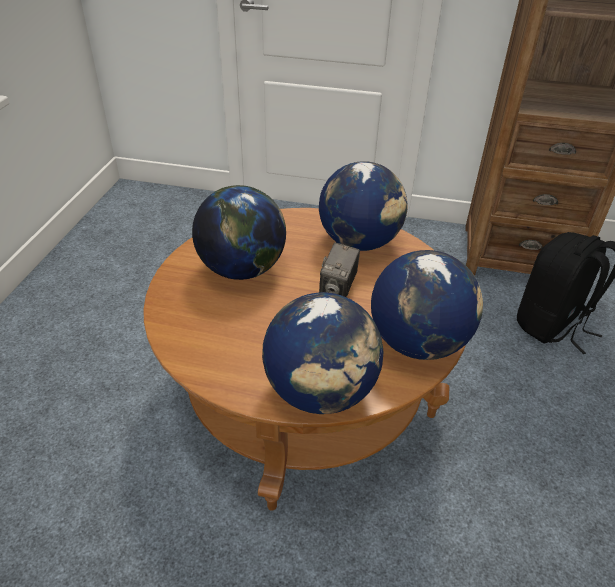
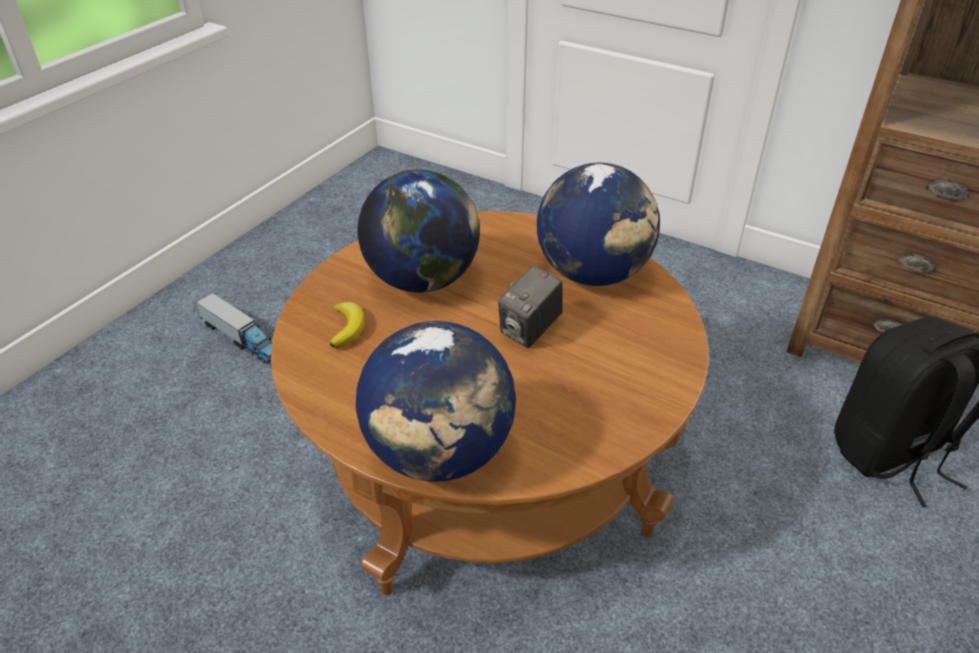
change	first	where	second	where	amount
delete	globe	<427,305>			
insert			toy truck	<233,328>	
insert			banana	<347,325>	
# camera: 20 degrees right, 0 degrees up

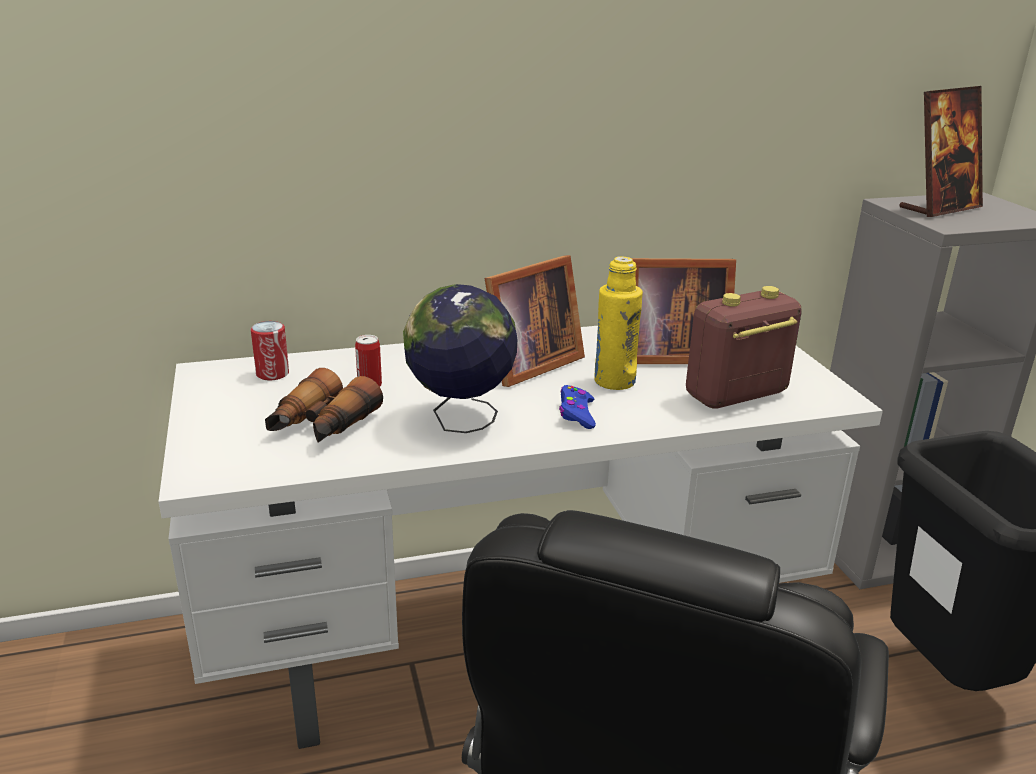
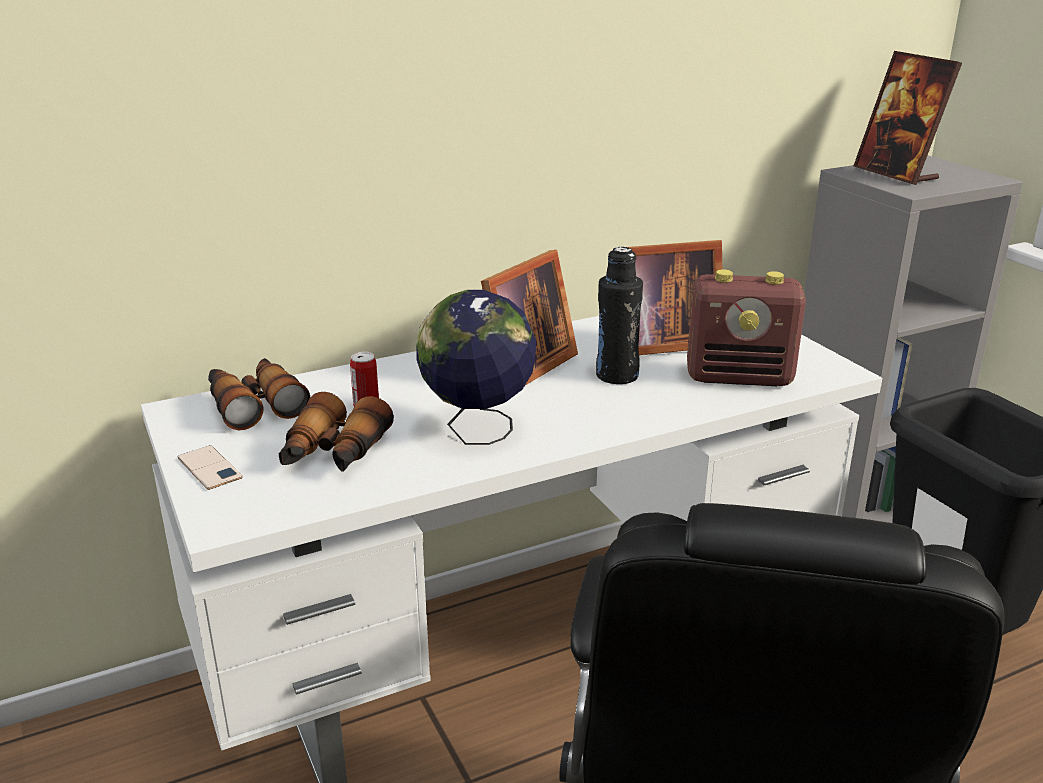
change	first	where	second	where	amount
delete	game controller (blue)	<577,407>			
insert			phone	<210,467>	
replace	can	<270,350>	binoculars	<259,394>	
recolor	bottle (yellow)	<618,323>	bottle (black)	<619,315>	
rotate	radio	<744,347>		<746,327>	135 degrees counterclockwise
rotate	picture frame	<941,151>		<907,118>	105 degrees clockwise
# camera: 10 degrees left, 0 degrees up

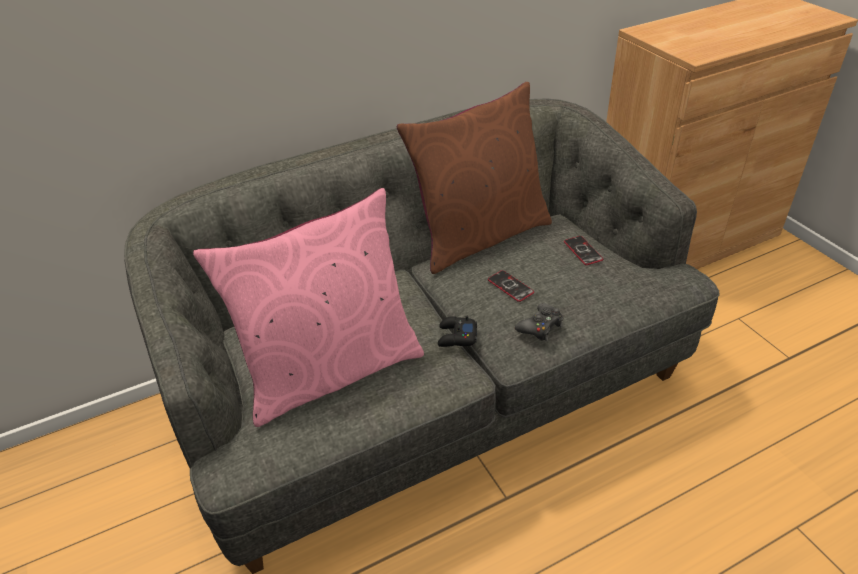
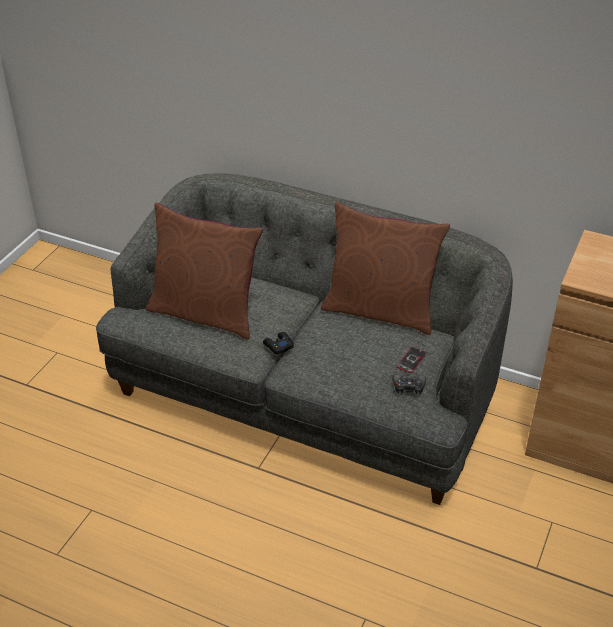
change	first	where	second	where	amount
delete	phone	<511,286>			
move	game controller (black)	<539,322>		<409,385>	
recolor	pillow (pink)	<308,307>	pillow (brown)	<204,271>	
# camera: 50 degrees right, 0 degrees up

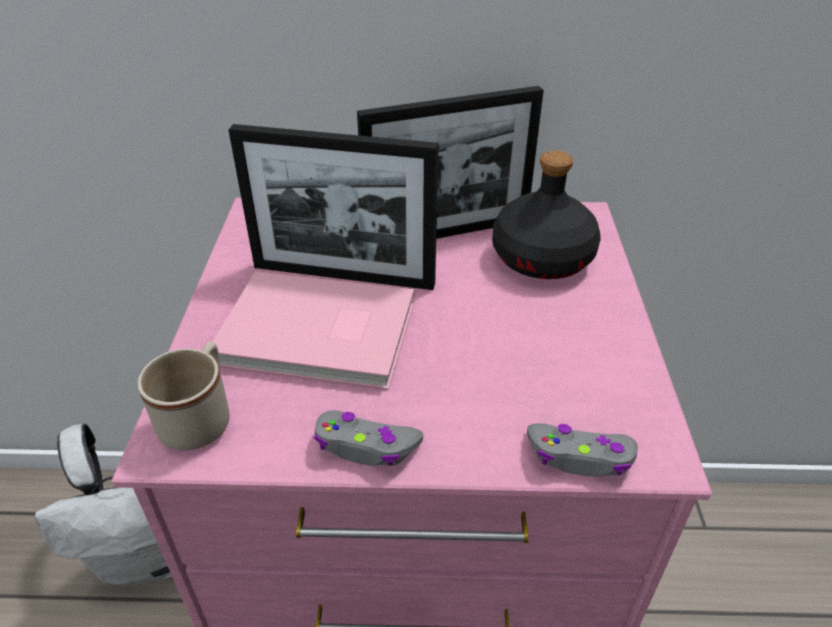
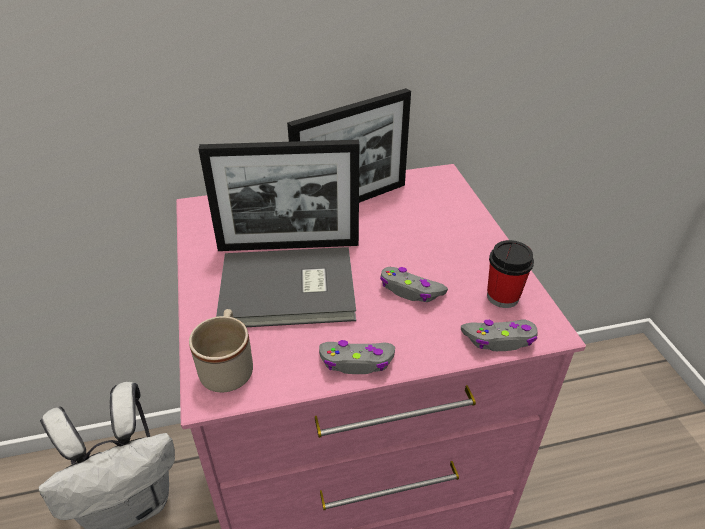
change	first	where	second	where	amount
delete	bottle (black)	<546,215>			
insert			game controller (grey)	<414,284>	
insert			cup	<510,274>	
recolor	book (pink)	<313,330>	book (grey)	<286,287>	
# camera: 15 degrees left, 0 degrees up

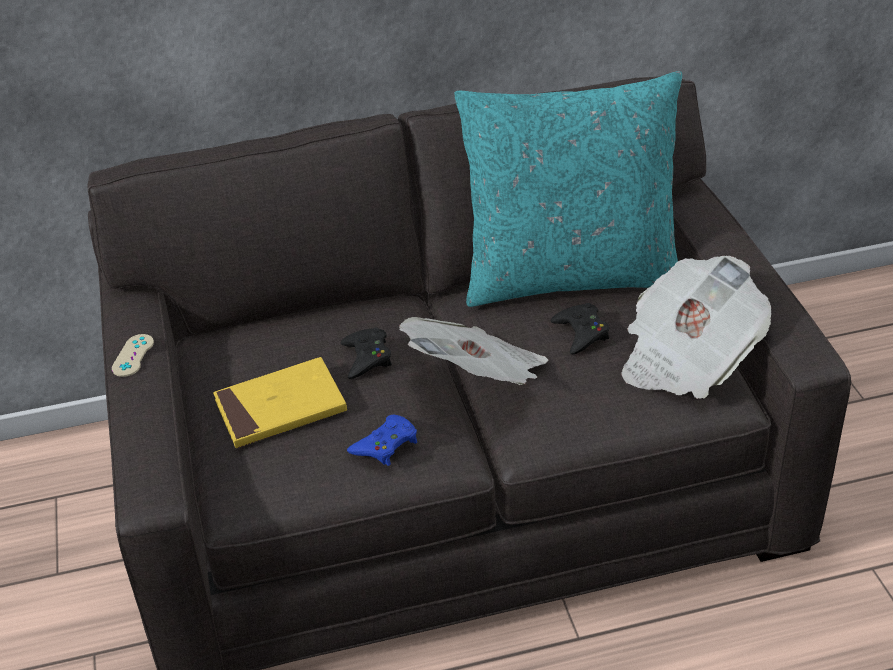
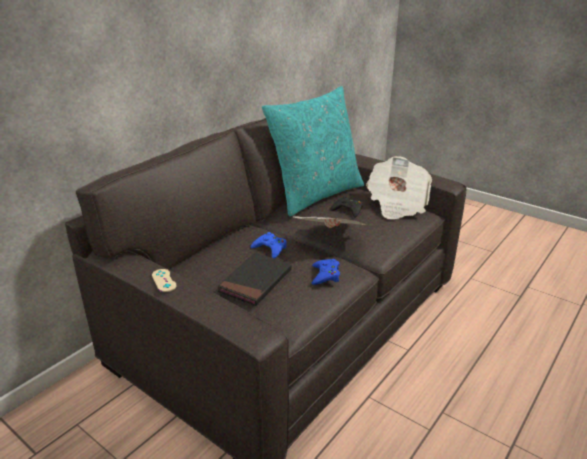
change	first	where	second	where	amount
recolor	book (yellow)	<280,402>	book (black)	<255,279>	
recolor	game controller (black)	<366,353>	game controller (blue)	<269,245>	
# camera: 40 degrees left, 10 degrees down

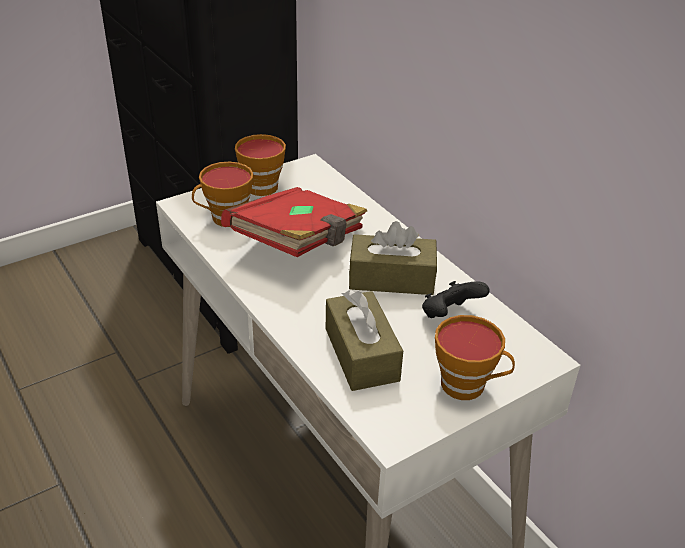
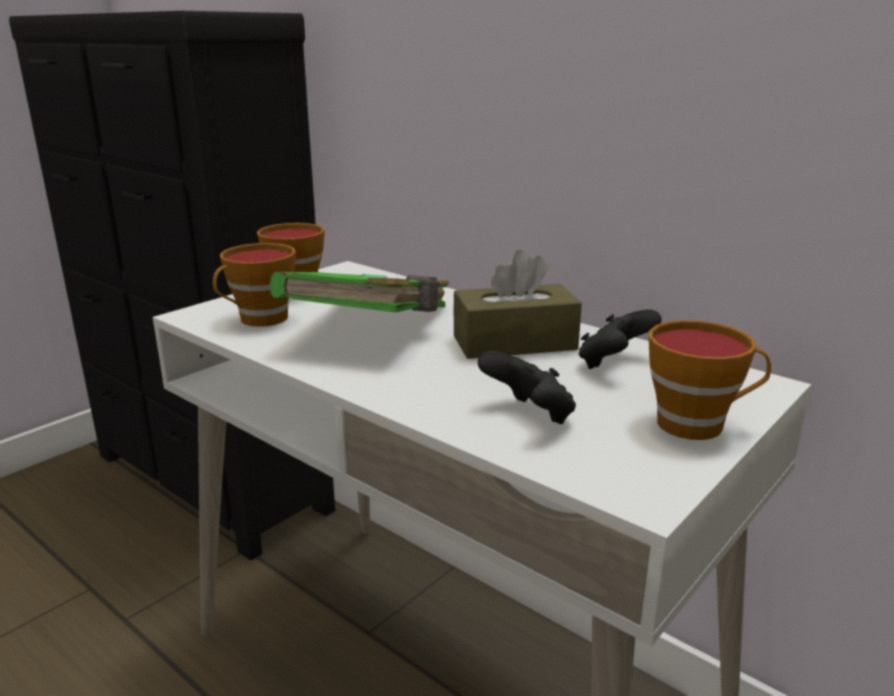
change	first	where	second	where	amount
replace	tissue box (brown)	<364,340>	game controller (black)	<527,387>	
recolor	book (red)	<294,222>	book (green)	<359,292>	
# camera: 15 degrees left, 15 degrees down

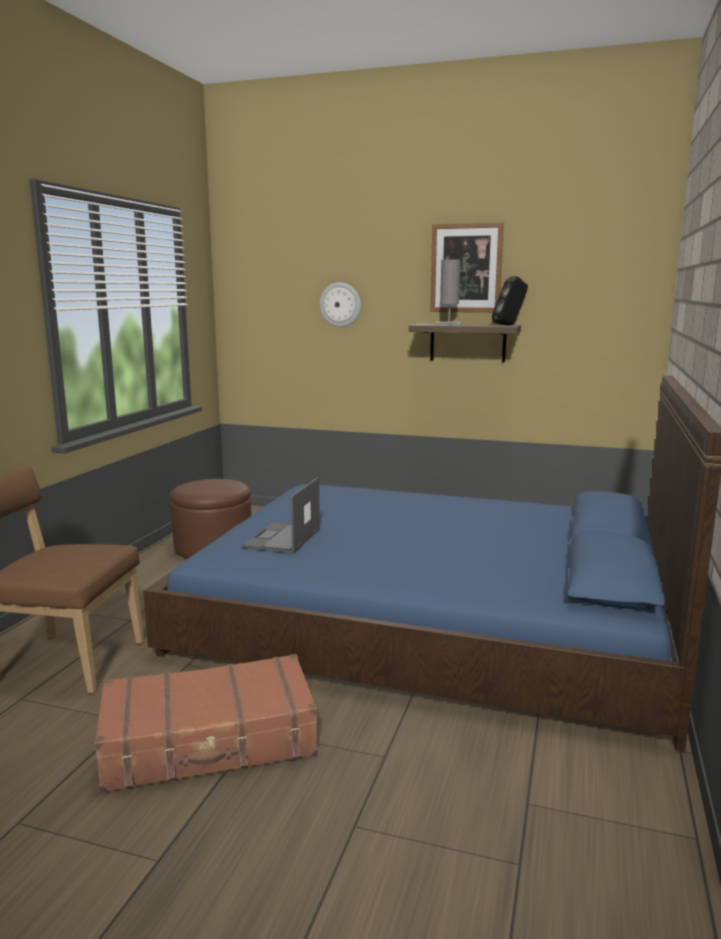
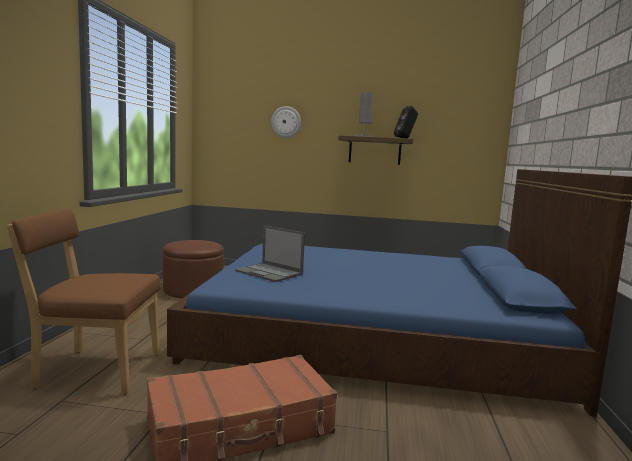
change	first	where	second	where	amount
delete	picture	<466,267>			
rotate	laptop	<281,515>		<270,253>	60 degrees counterclockwise
# camera: 10 degrees left, 5 degrees down

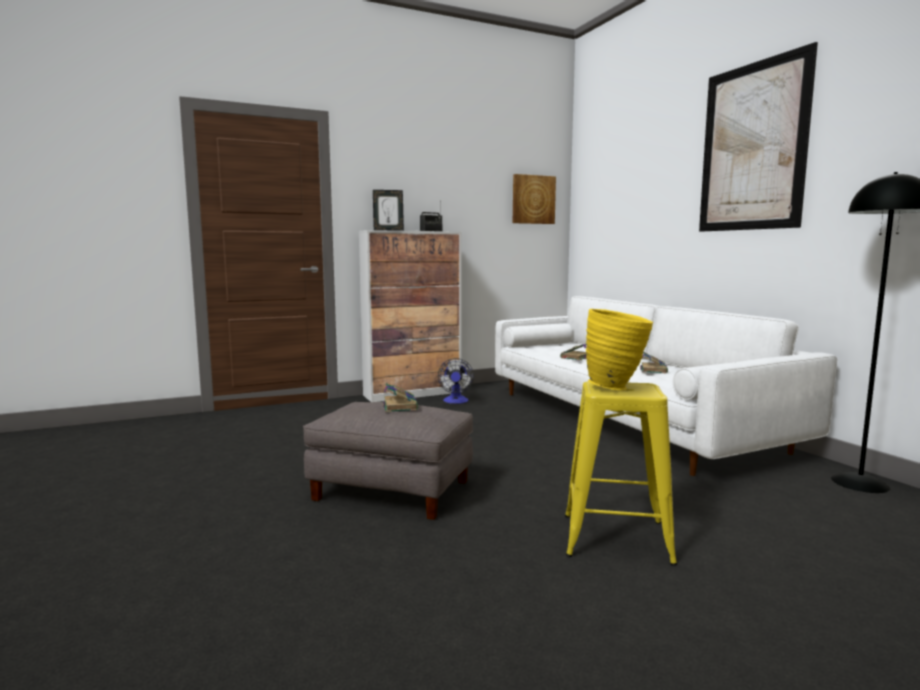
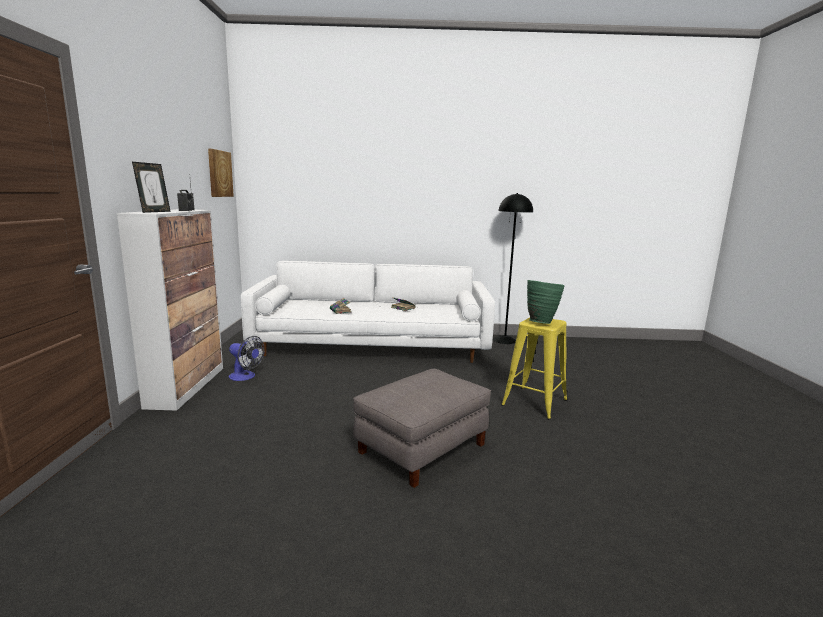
change	first	where	second	where	amount
delete	book	<400,397>			
delete	picture	<758,137>			
recolor	vase (yellow)	<619,350>	vase (green)	<546,302>	
# camera: 65 degrees left, 5 degrees up

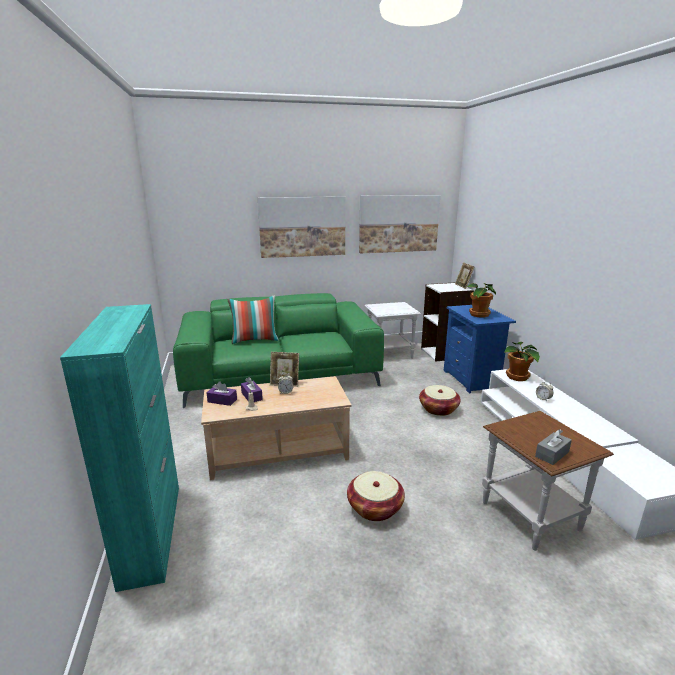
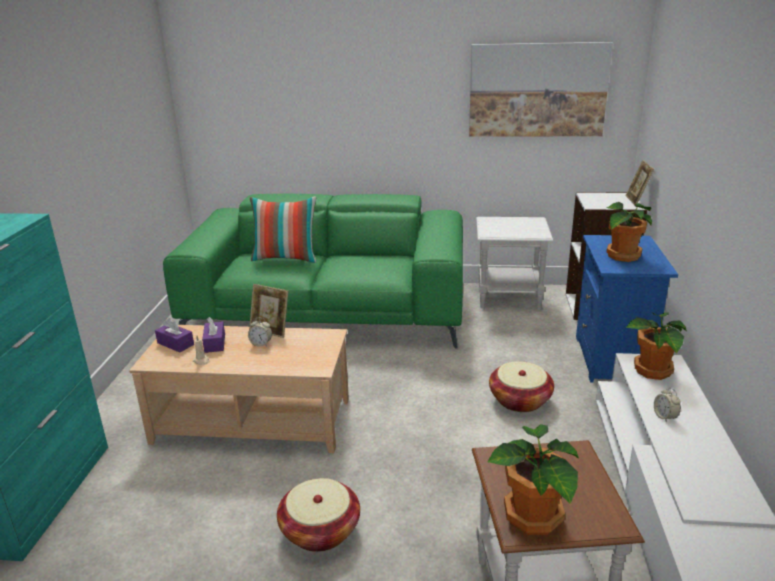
change	first	where	second	where	amount
delete	picture	<302,227>			
replace	tissue box (grey)	<553,447>	potted plant	<533,479>	
# camera: 20 degrees right, 5 degrees up

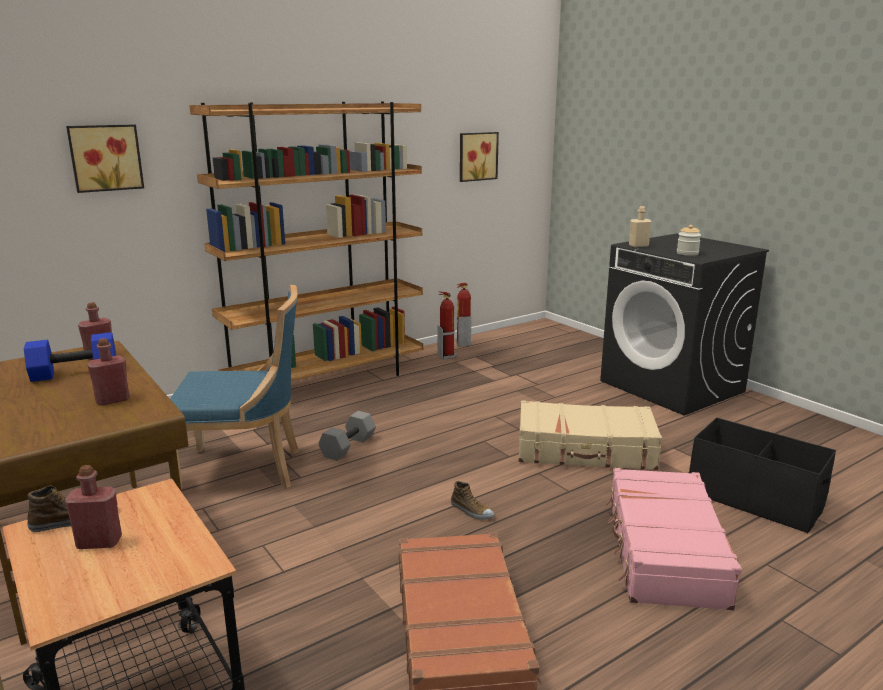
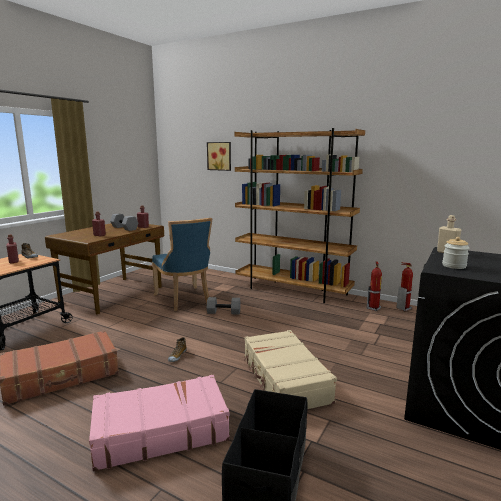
change	first	where	second	where	amount
delete	picture	<479,157>			
recolor	dumbbell (blue)	<70,357>	dumbbell (grey)	<124,222>	
# camera: 65 degrees right, 5 degrees down

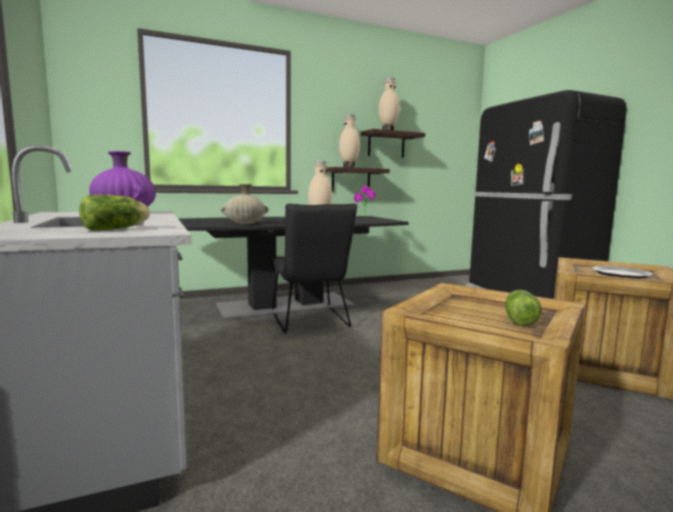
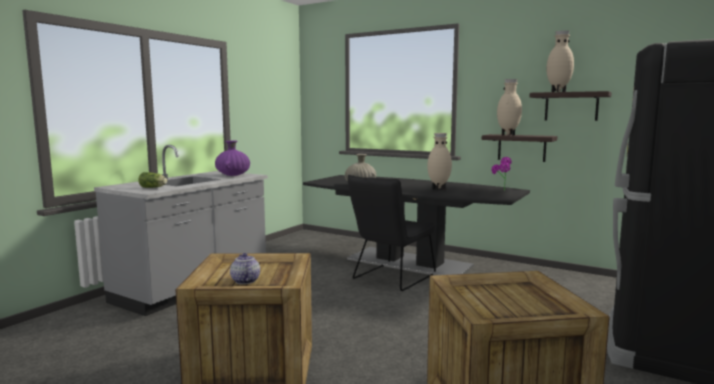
change	first	where	second	where	amount
delete	plate	<622,272>			
replace	lettuce	<523,308>	teapot	<245,268>	
# camera: 55 degrees right, 0 degrees up

